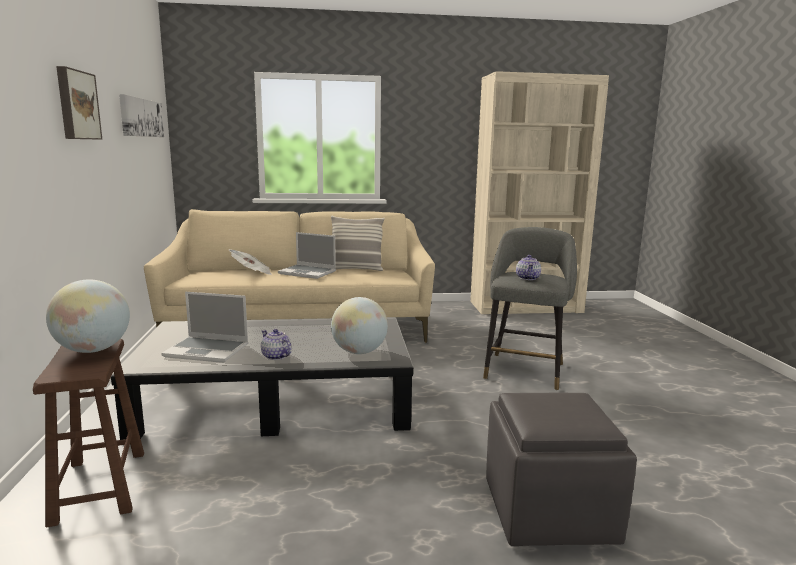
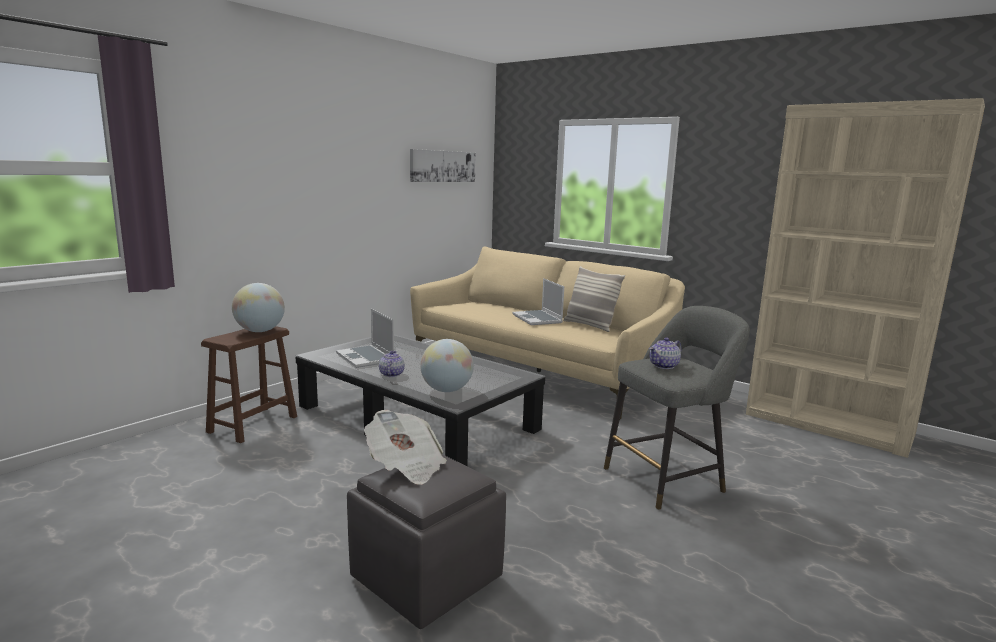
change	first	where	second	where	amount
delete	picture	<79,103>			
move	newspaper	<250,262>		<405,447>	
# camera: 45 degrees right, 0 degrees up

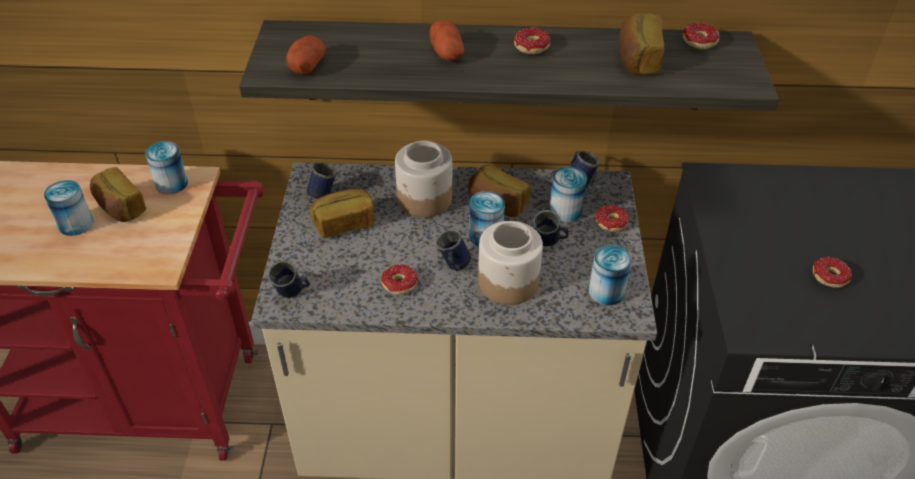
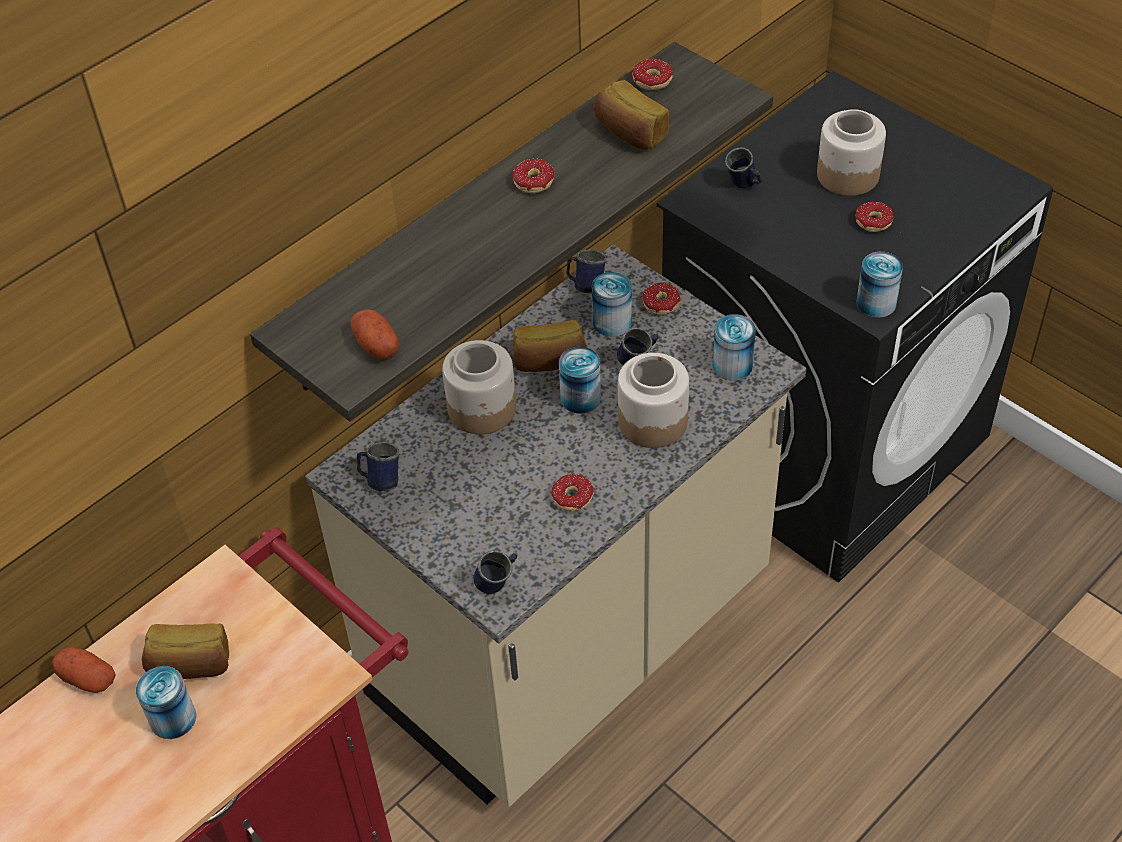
change	first	where	second	where	amount
delete	bread	<342,213>			
insert			jar	<851,152>	
move	can	<166,167>		<880,285>	
move	potato	<447,40>		<84,670>	
move	mug (blue)	<453,250>		<743,168>	
# camera: 45 degrees left, 5 degrees up

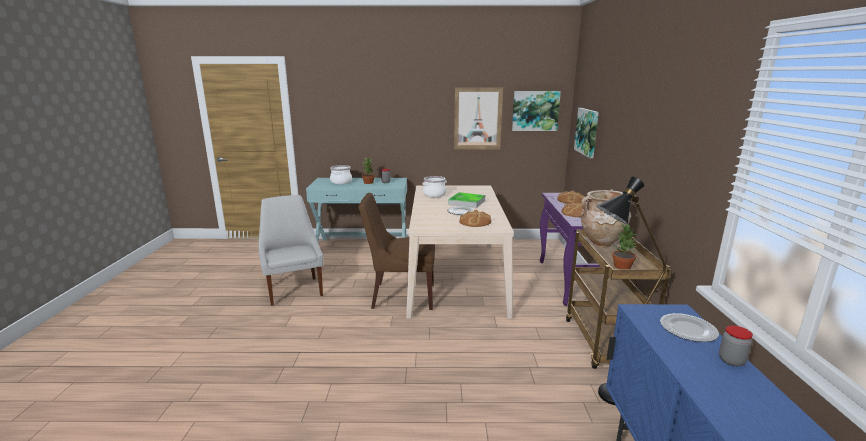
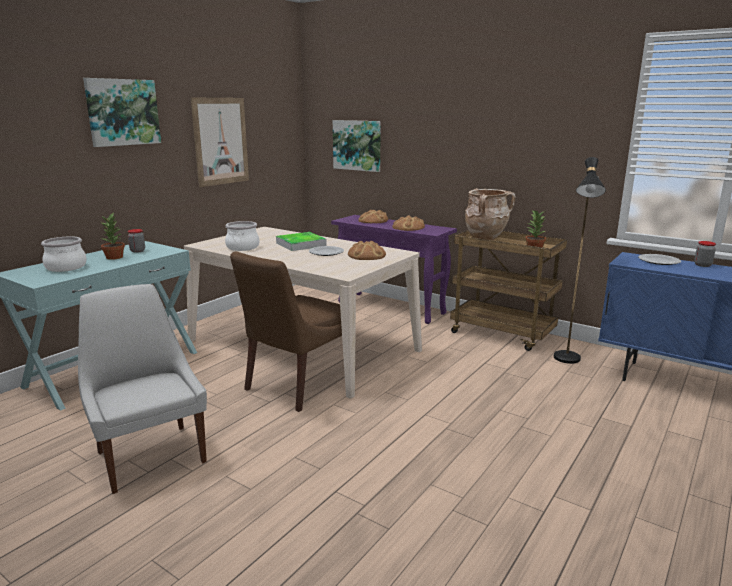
change	first	where	second	where	amount
move	picture	<536,111>		<122,112>	
rotate	chair (white)	<291,250>		<142,389>	45 degrees clockwise
# camera: 55 degrees left, 0 degrees up

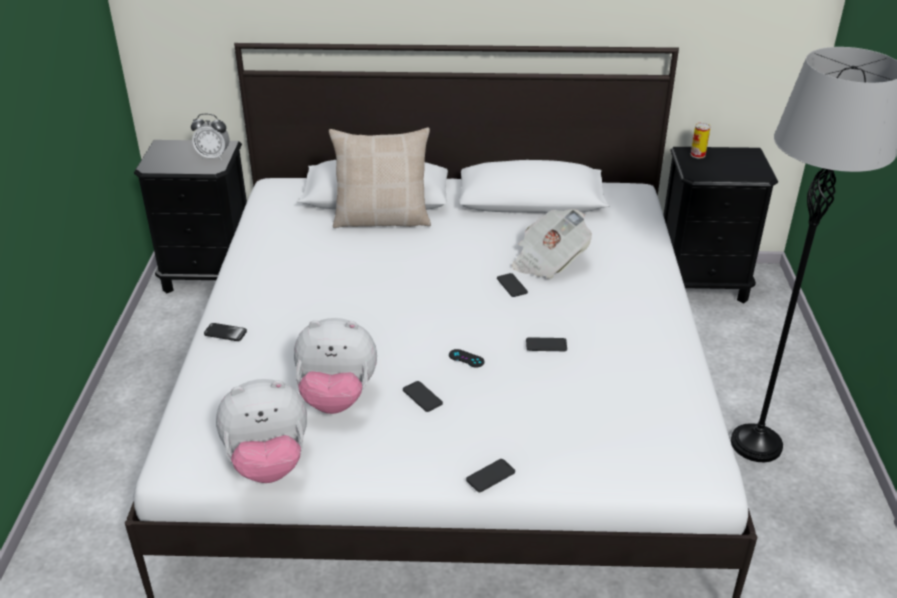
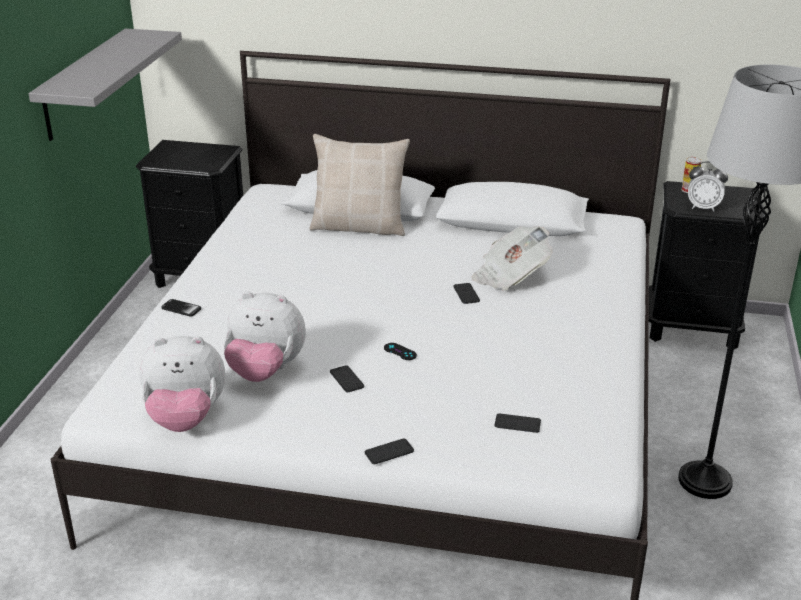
change	first	where	second	where	amount
insert			shelf (grey)	<105,84>	
move	alarm clock	<210,136>		<708,186>	
move	phone	<546,344>		<518,423>	
# camera: 10 degrees right, 5 degrees down

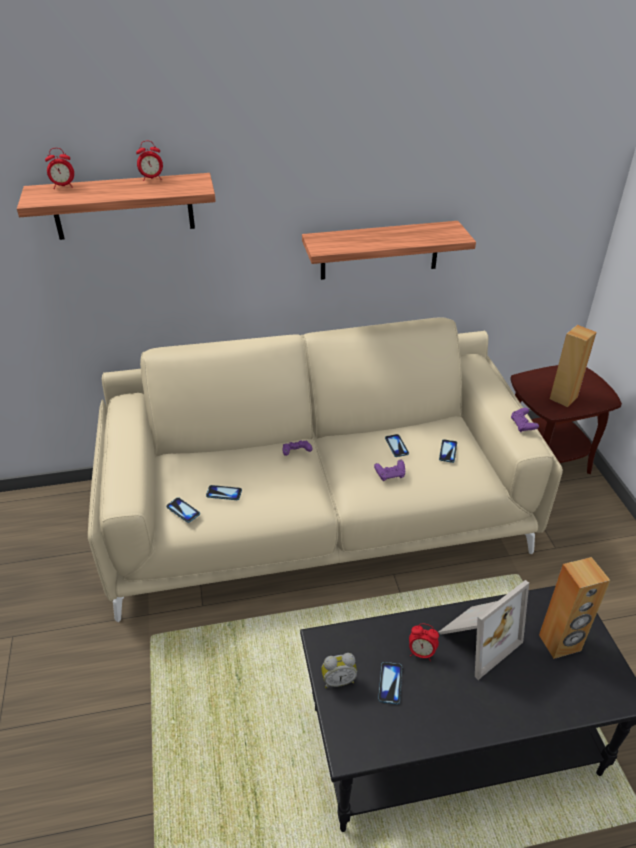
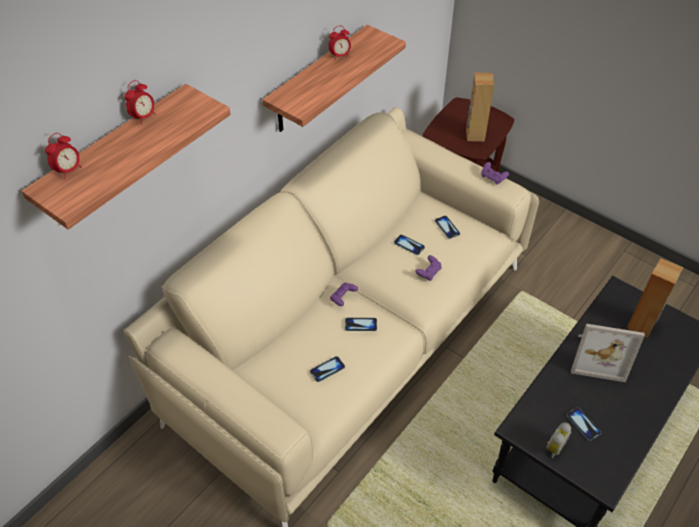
change	first	where	second	where	amount
move	phone	<183,510>		<361,324>	
move	alarm clock	<424,642>		<339,42>	
rotate	picture frame	<483,630>		<608,353>	90 degrees clockwise
# camera: 40 degrees left, 10 degrees up

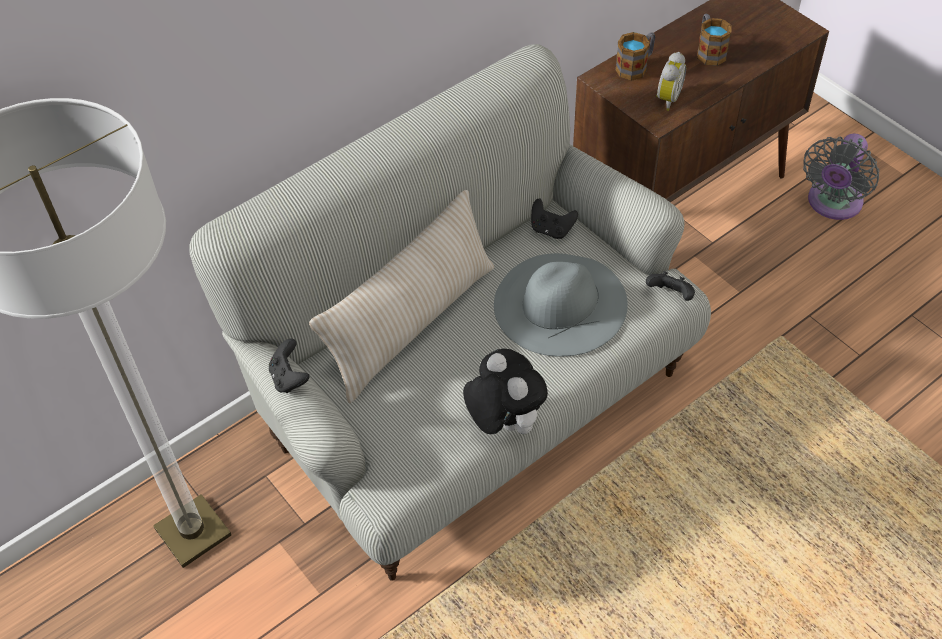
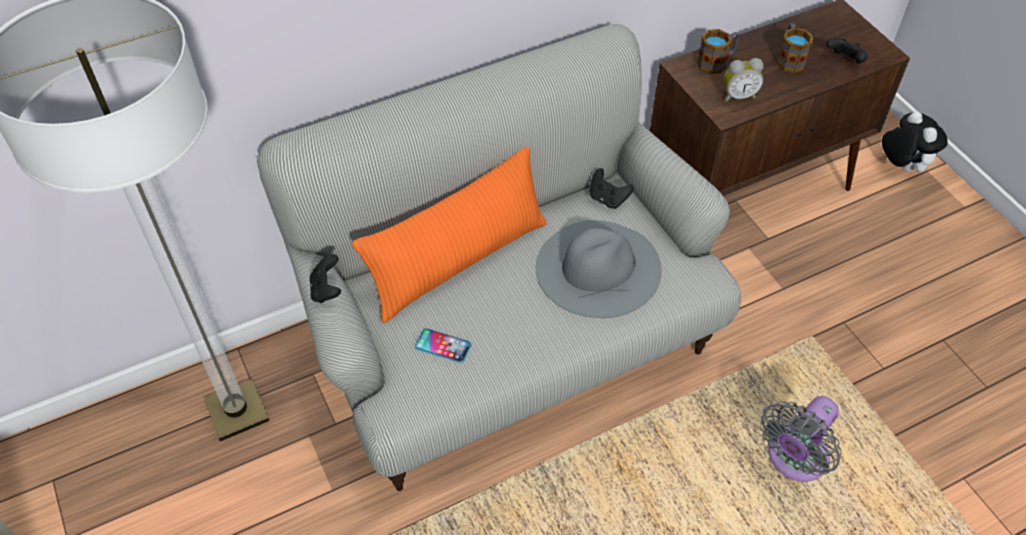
change	first	where	second	where	amount
insert			phone	<443,345>	
move	plush toy	<505,391>		<915,141>	
move	game controller (black)	<670,286>		<847,50>	
move	fan (grey)	<841,176>		<800,439>	
recolor	pillow (beige)	<401,296>	pillow (orange)	<449,235>	
rotate	alarm clock	<671,81>		<743,80>	45 degrees clockwise
# camera: 10 degrees right, 0 degrees up

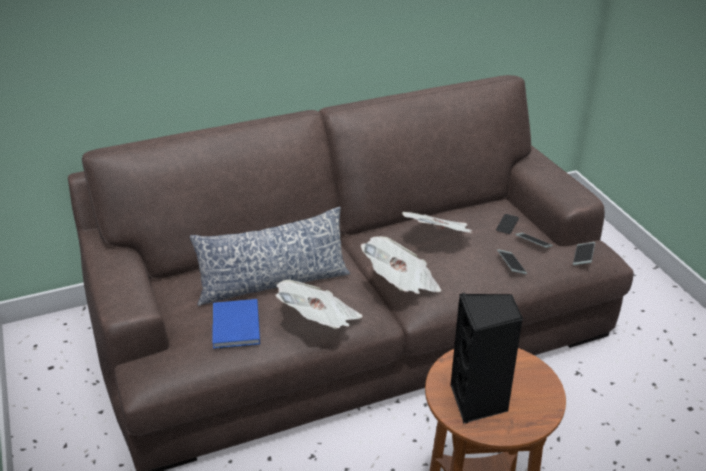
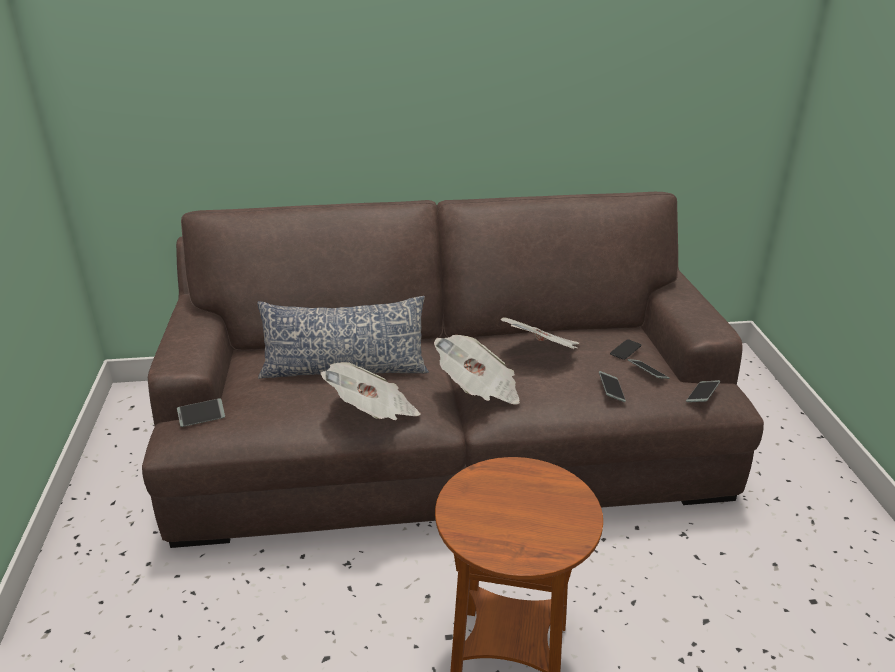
change	first	where	second	where	amount
delete	book (blue)	<236,324>			
delete	speaker (black)	<486,358>			
insert			phone	<201,412>	
# camera: 15 degrees right, 5 degrees down

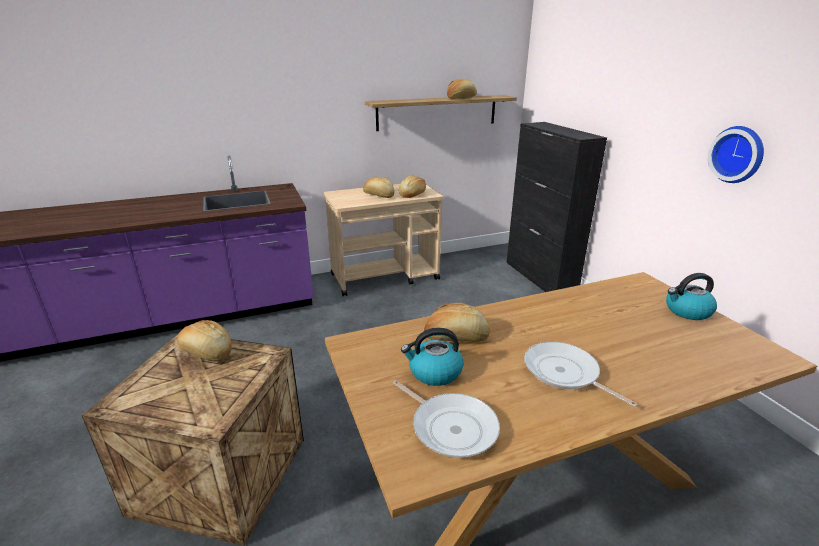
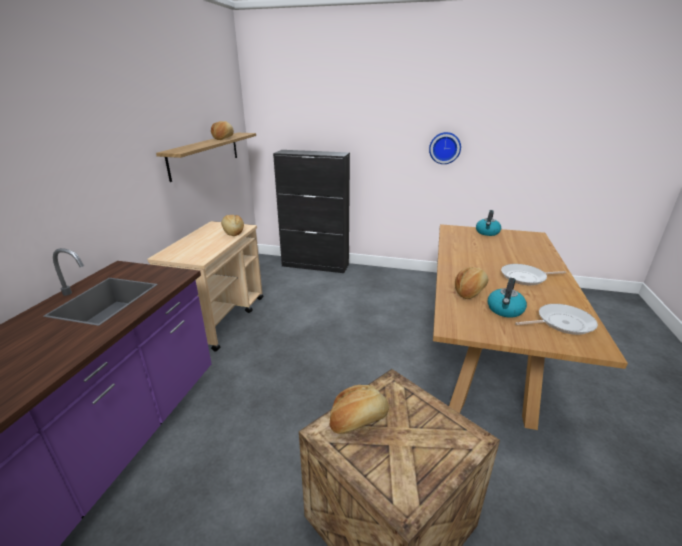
change	first	where	second	where	amount
delete	bread	<378,187>			
# camera: 55 degrees left, 0 degrees up

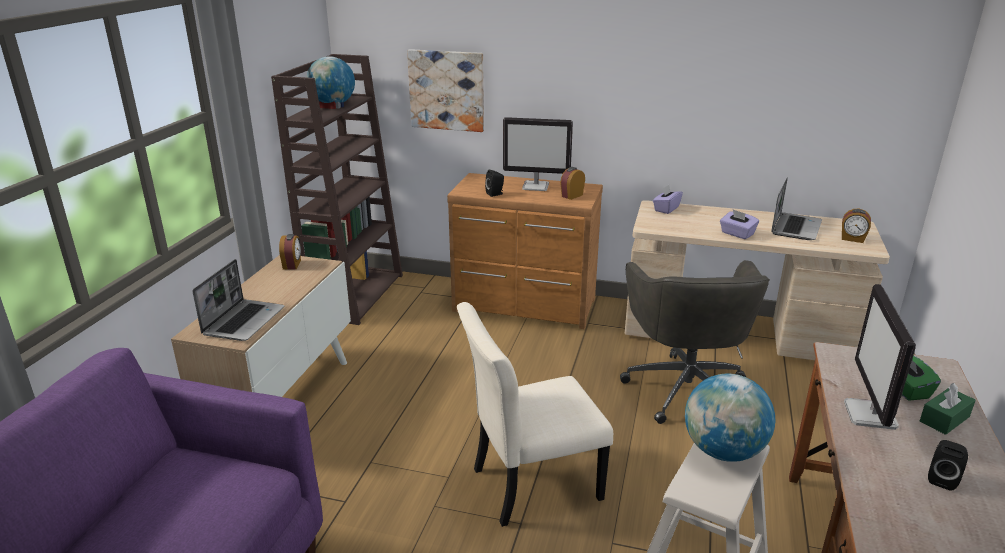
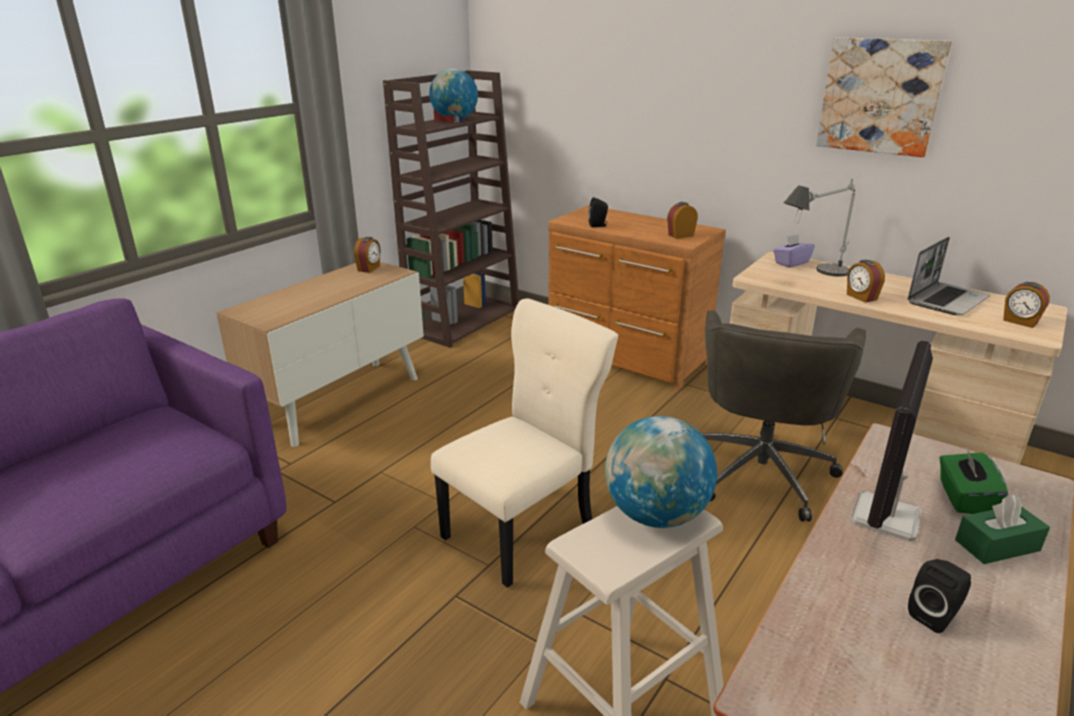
change	first	where	second	where	amount
delete	laptop	<238,300>			
delete	monitor	<538,154>			
insert			table lamp	<819,227>	
move	picture	<445,90>		<884,97>	
replace	tissue box (purple)	<739,224>	alarm clock	<866,281>	
rotate	chair (beige)	<535,414>		<524,443>	135 degrees clockwise
# camera: 20 degrees right, 0 degrees up

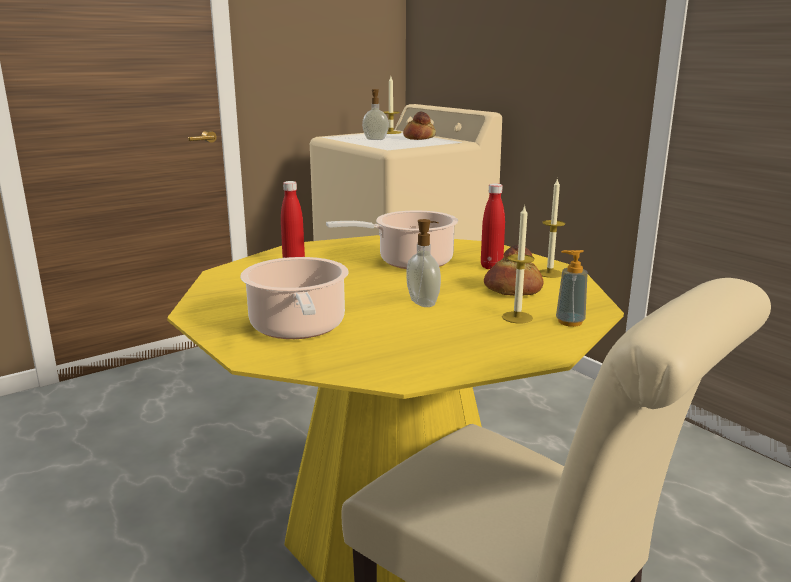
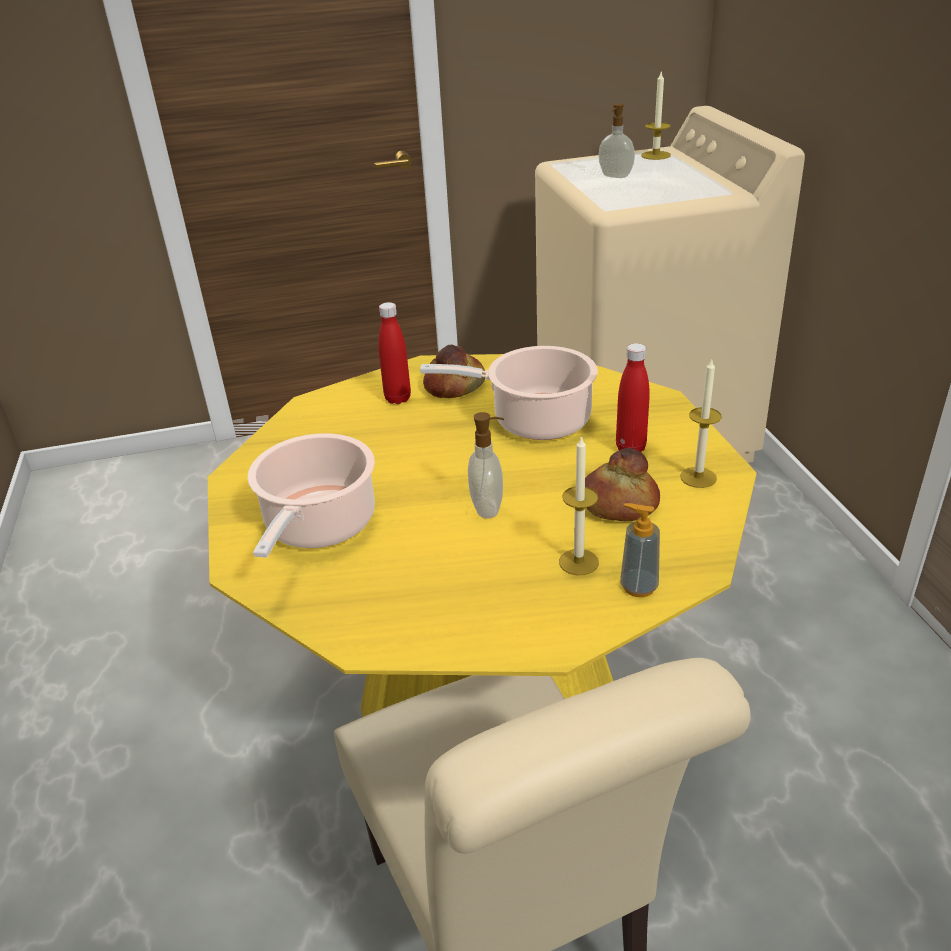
change	first	where	second	where	amount
move	bread	<419,125>		<454,371>	
# camera: 25 degrees right, 15 degrees up

